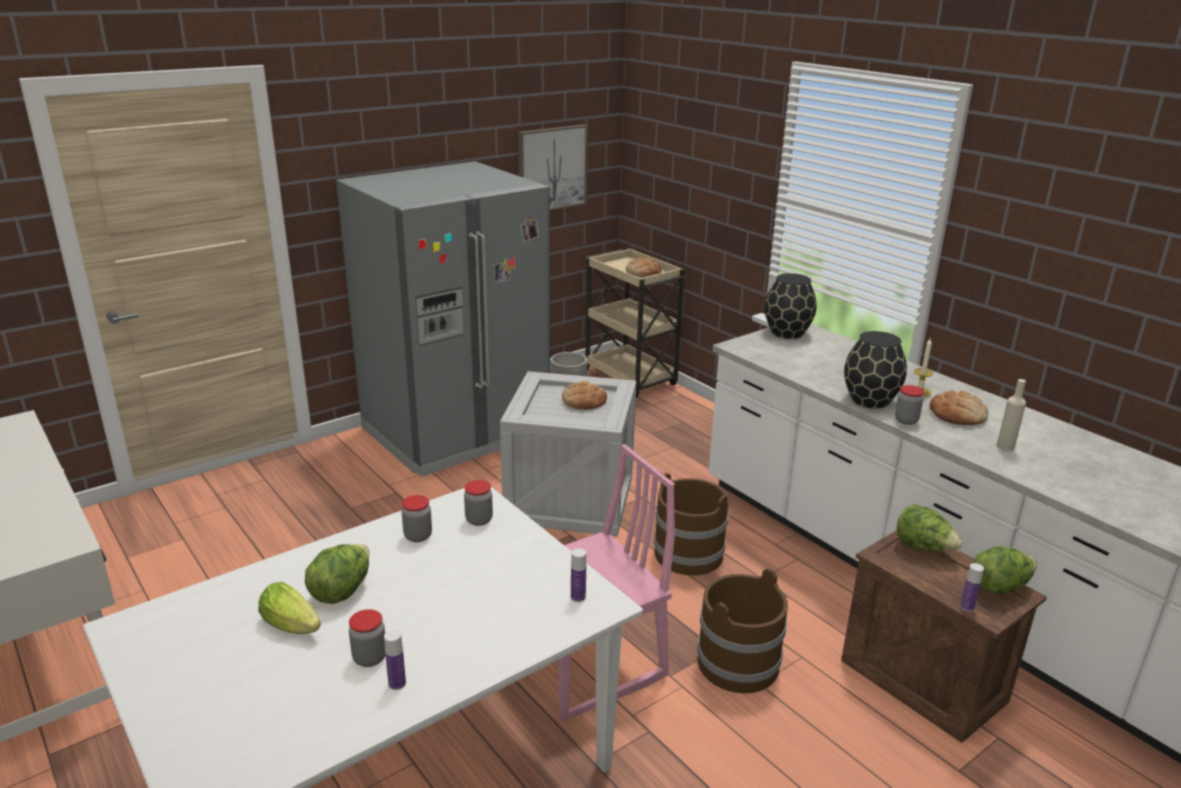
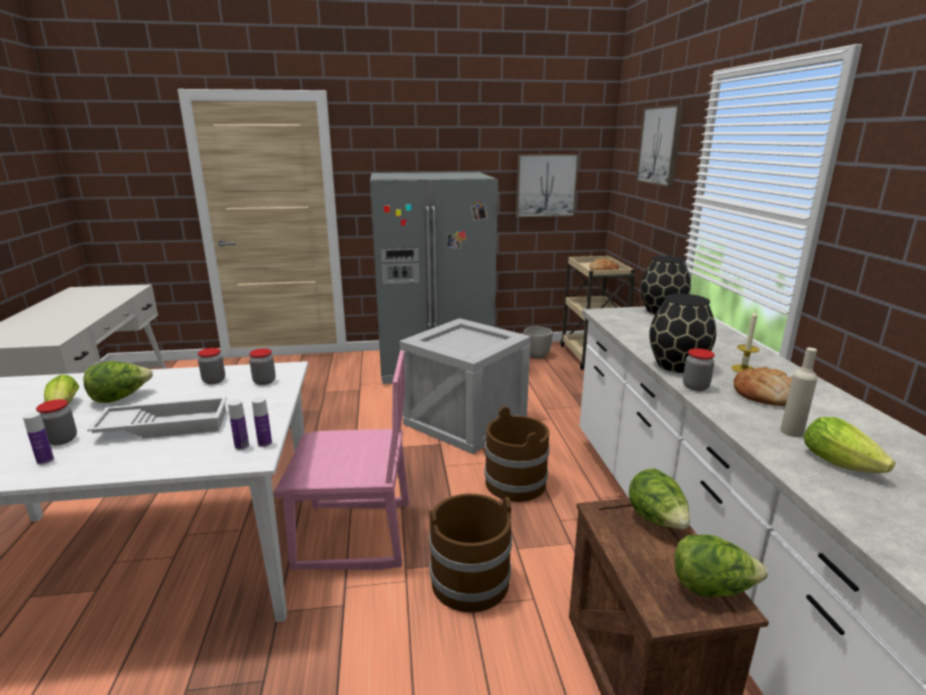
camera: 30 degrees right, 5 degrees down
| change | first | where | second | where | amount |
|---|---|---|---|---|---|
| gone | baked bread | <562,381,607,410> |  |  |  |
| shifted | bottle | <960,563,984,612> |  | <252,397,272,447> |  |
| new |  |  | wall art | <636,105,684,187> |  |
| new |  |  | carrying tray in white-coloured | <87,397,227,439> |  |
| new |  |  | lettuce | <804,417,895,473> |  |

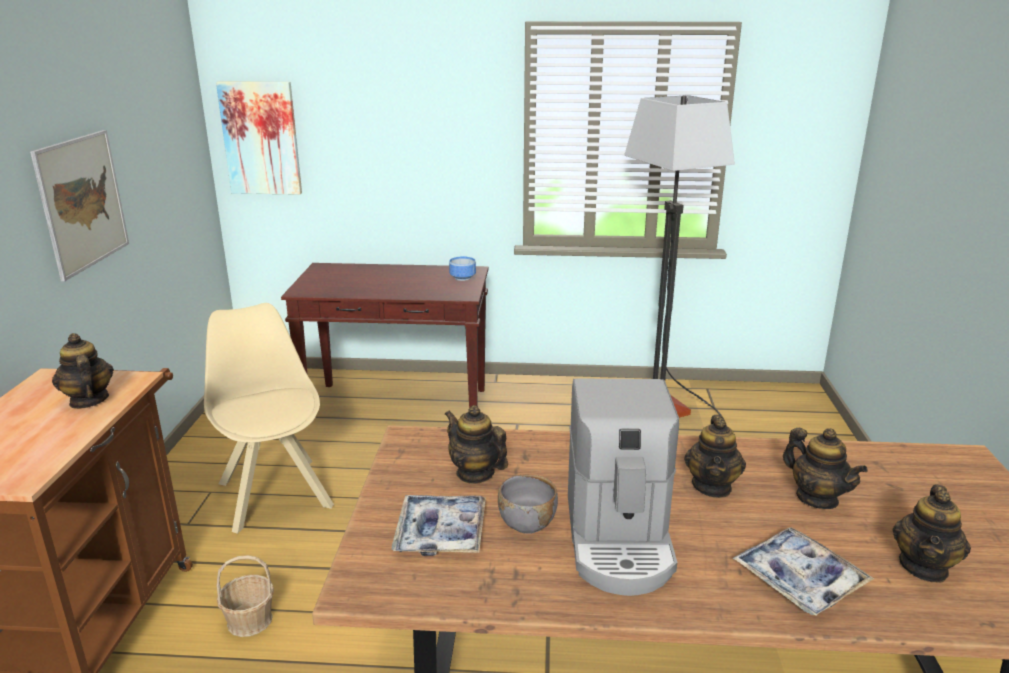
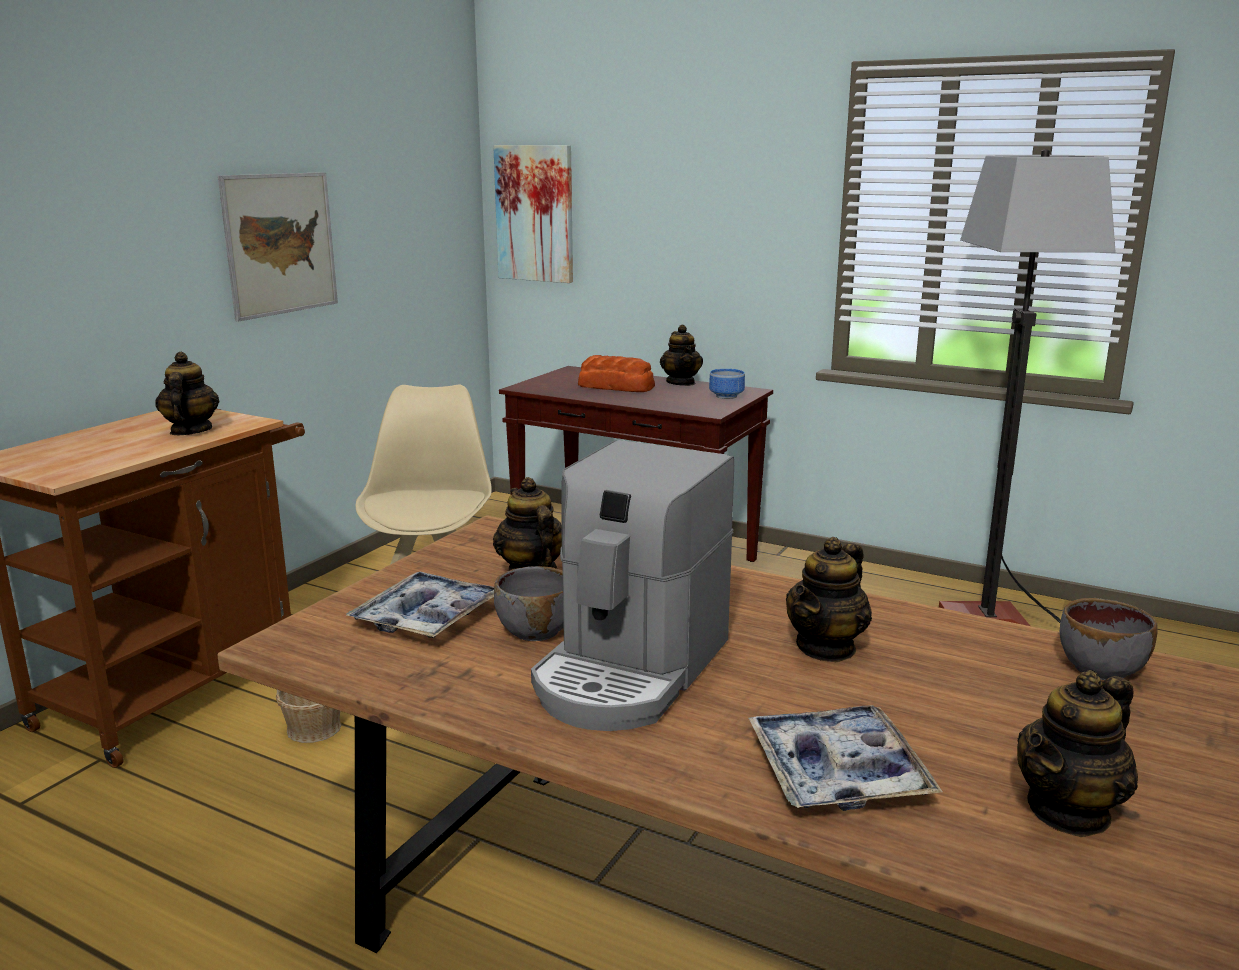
camera: 25 degrees right, 5 degrees down
| change | first | where | second | where | amount |
|---|---|---|---|---|---|
| shifted | pot for tea | <783,428,868,509> |  | <660,325,703,386> |  |
| new |  |  | baked bread | <578,355,655,392> |  |
| new |  |  | serving bowl in gray | <1060,598,1158,680> |  |

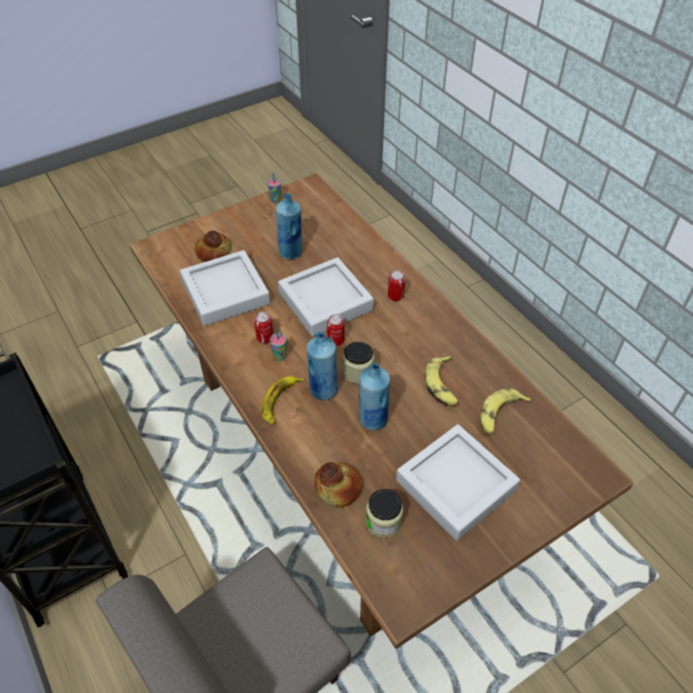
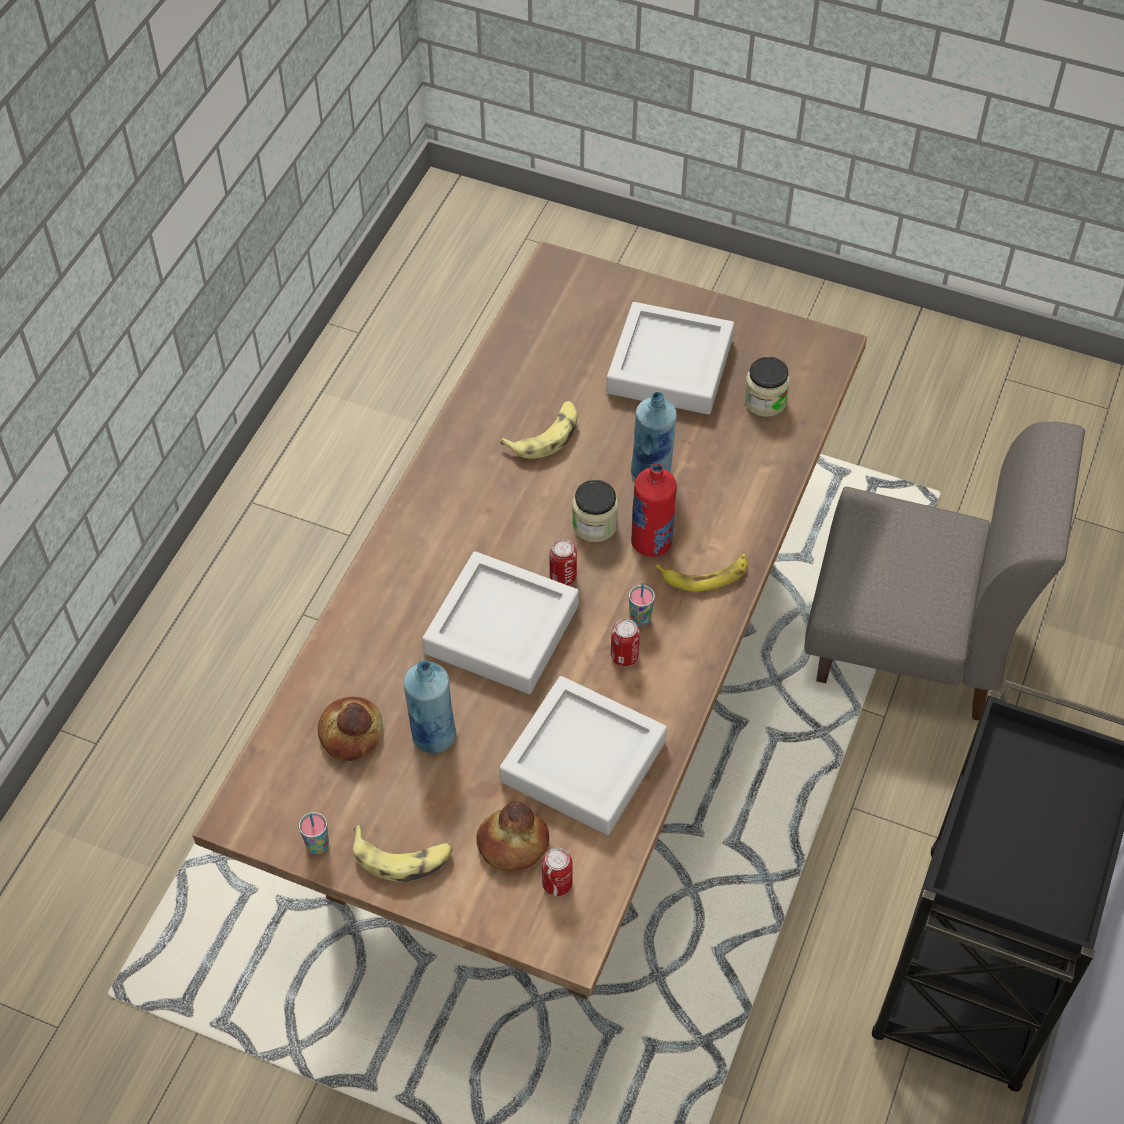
camera: 125 degrees left, 5 degrees up
| change | first | where | second | where | amount |
|---|---|---|---|---|---|
| shifted | can | <388,270,405,301> |  | <542,848,573,896> |  |
| repainted | bottle in bluish | <307,332,339,400> | bottle in red-coloured | <631,463,677,557> |  |
| shifted | whole banana | <480,388,531,436> |  | <353,824,453,882> |  |
| shifted | baked bread | <314,462,362,507> |  | <318,697,383,761> |  |

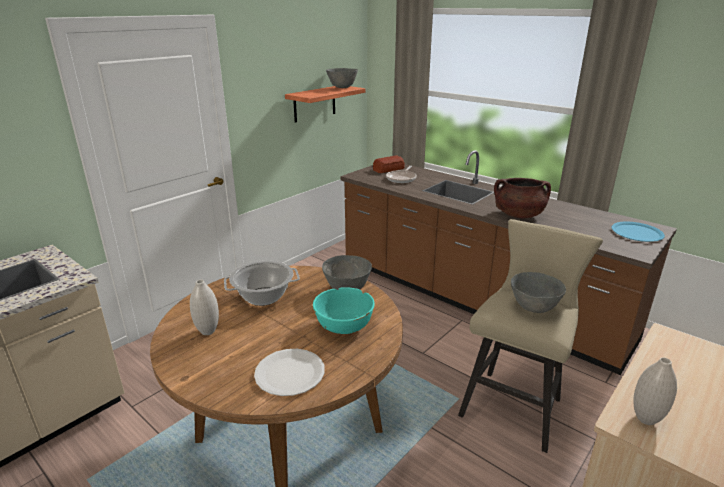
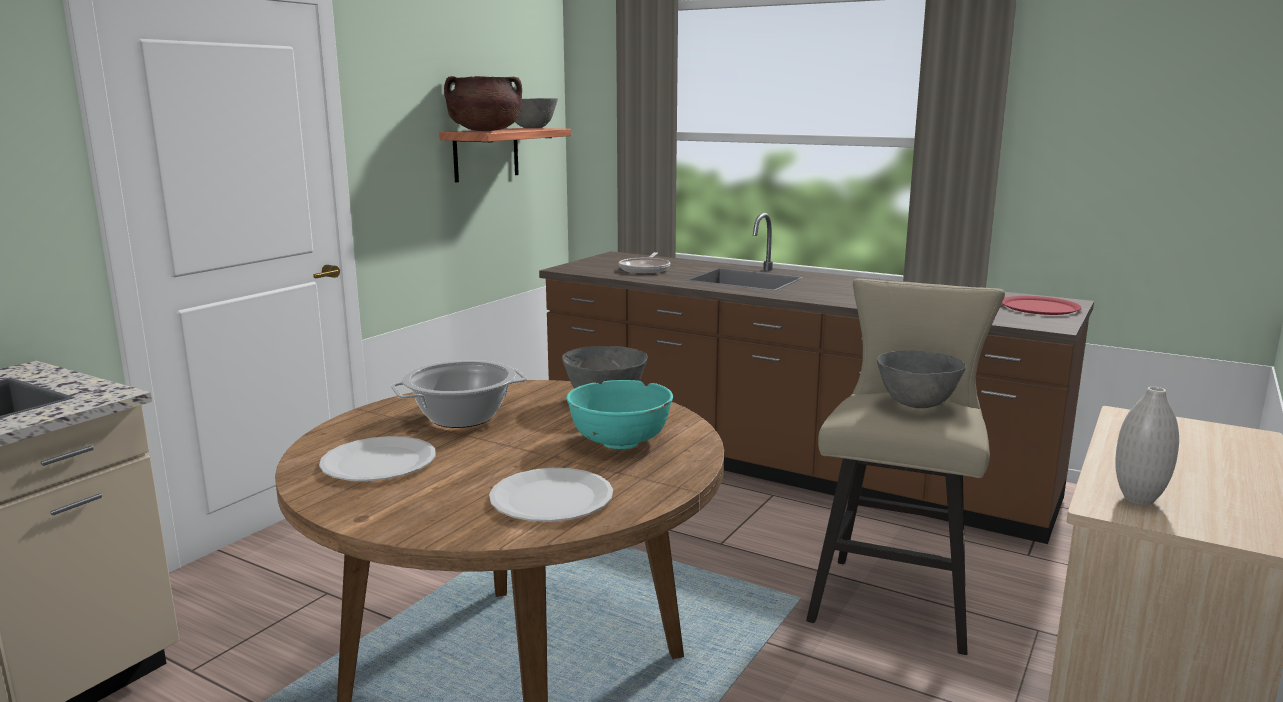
camera: 10 degrees left, 10 degrees down
| change | first | where | second | where | amount |
|---|---|---|---|---|---|
| gone | baked bread | <373,155,405,173> |  |  |  |
| shifted | stockpot in brownish | <494,178,551,218> |  | <444,76,522,131> |  |
| repainted | plate in bluish | <612,222,665,242> | plate in red-coloured | <1002,296,1081,315> |  |
| swapped | flower vase in white-coloured | <190,280,219,335> | plate in white-coloured | <319,436,436,481> |  |

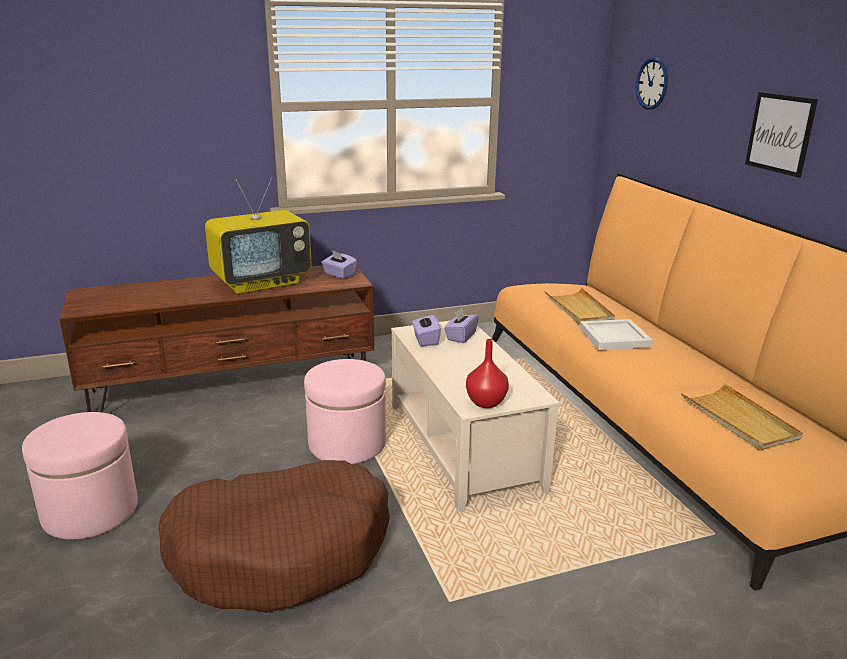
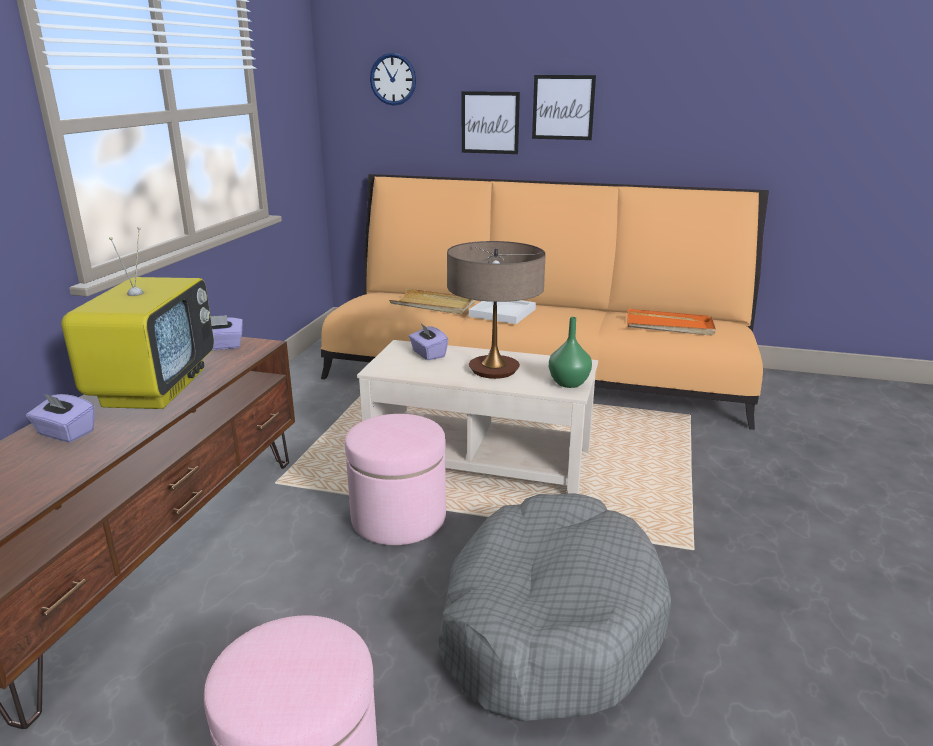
camera: 55 degrees left, 0 degrees up
| change | first | where | second | where | amount |
|---|---|---|---|---|---|
| shifted | tissue box in purple-coloured | <412,313,441,346> |  | <26,393,95,442> |  |
| repainted | flower vase in red-coloured | <466,339,509,408> | flower vase in green-coloured | <549,317,592,388> |  |
| repainted | carrying tray in sand-coloured | <681,383,803,450> | carrying tray in orangey | <627,309,716,336> |  |
| repainted | dog bed in brownish | <158,460,390,613> | dog bed in gray | <438,493,671,722> |  |
| new |  |  | wall art | <462,91,520,154> |  |
| new |  |  | table lamp | <447,241,546,379> |  |

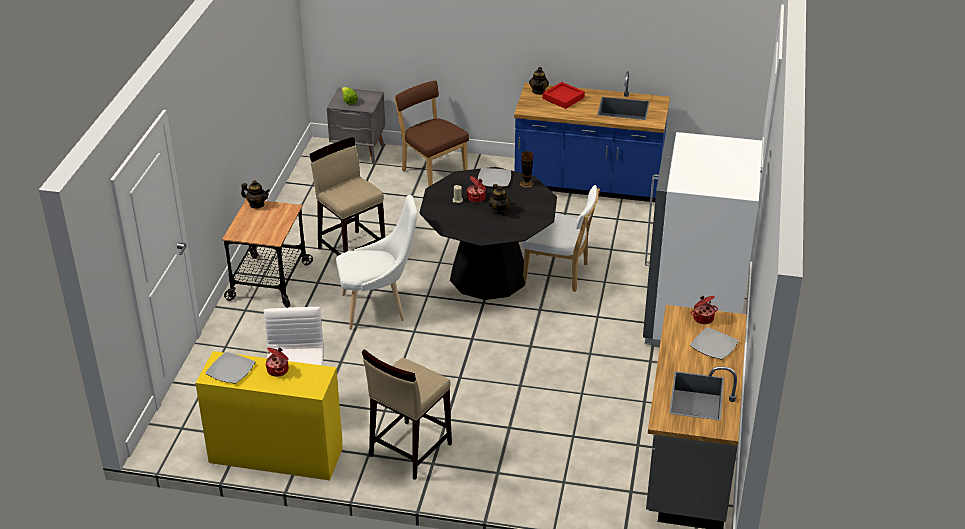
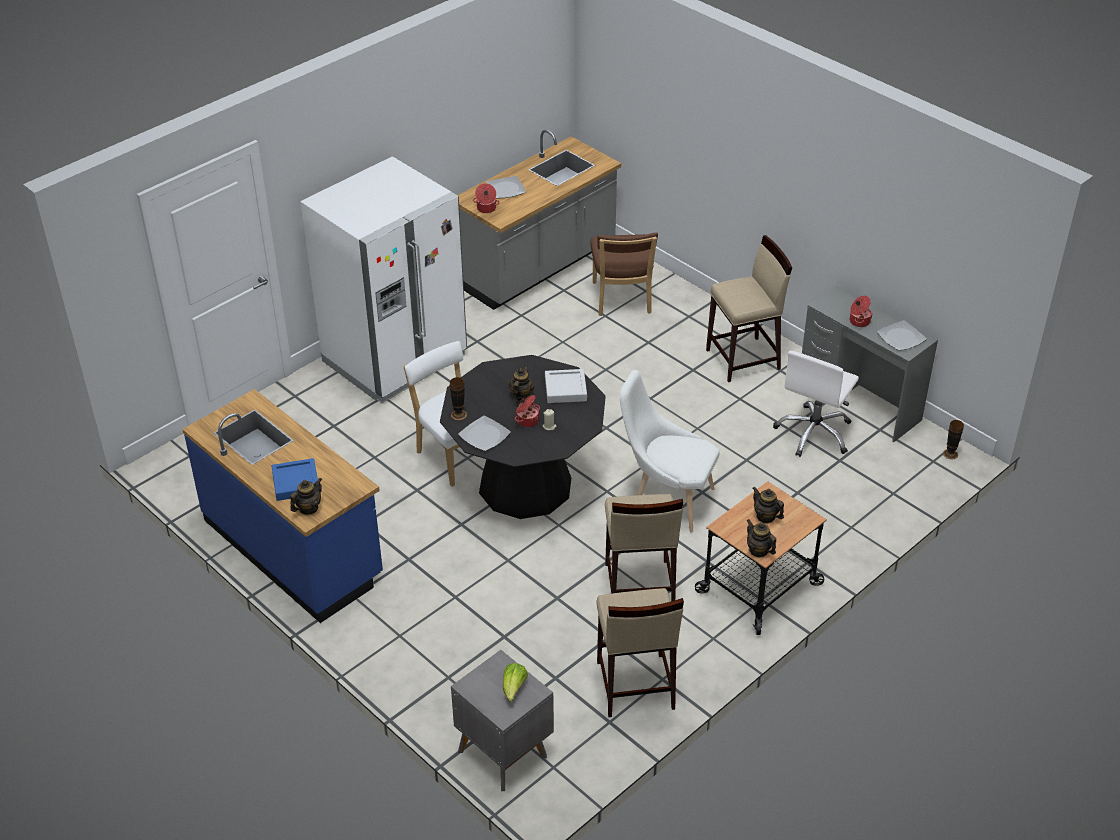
camera: 145 degrees left, 5 degrees up
| change | first | where | second | where | amount |
|---|---|---|---|---|---|
| shifted | plain chair in brownish | <394,81,469,187> |  | <590,232,658,316> |  |
| repainted | carrying tray in red-coloured | <543,82,585,109> | carrying tray in bluish | <272,458,318,501> |  |
| repainted | desk in yellow-coloured | <196,351,343,480> | desk in gray | <802,285,938,442> |  |
| new |  |  | carrying tray in gray | <545,369,587,403> |  |
| new |  |  | flower vase | <943,420,964,460> |  |
| new |  |  | pot for tea | <753,487,784,523> |  |
| new |  |  | stool seat in sand-coloured | <596,588,684,717> |  |

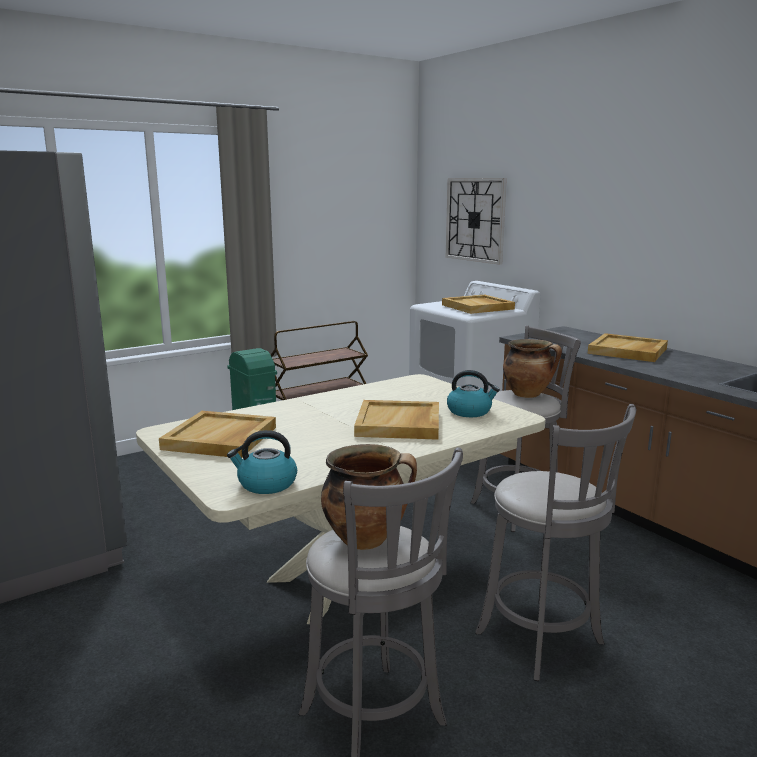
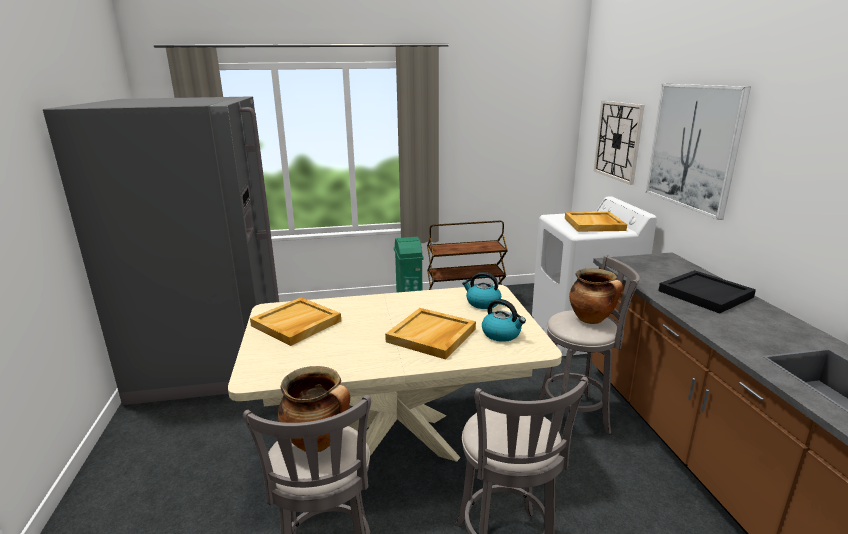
camera: 25 degrees right, 5 degrees up
| change | first | where | second | where | amount |
|---|---|---|---|---|---|
| repainted | carrying tray in sand-coloured | <588,333,668,362> | carrying tray in black | <658,270,756,314> |  |
| shifted | water kettle | <227,430,297,494> |  | <462,272,501,309> |  |
| new |  |  | wall art | <646,84,751,220> |  |

